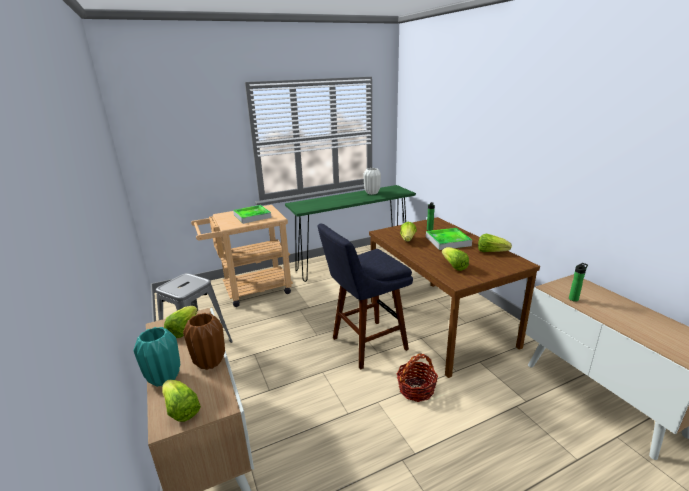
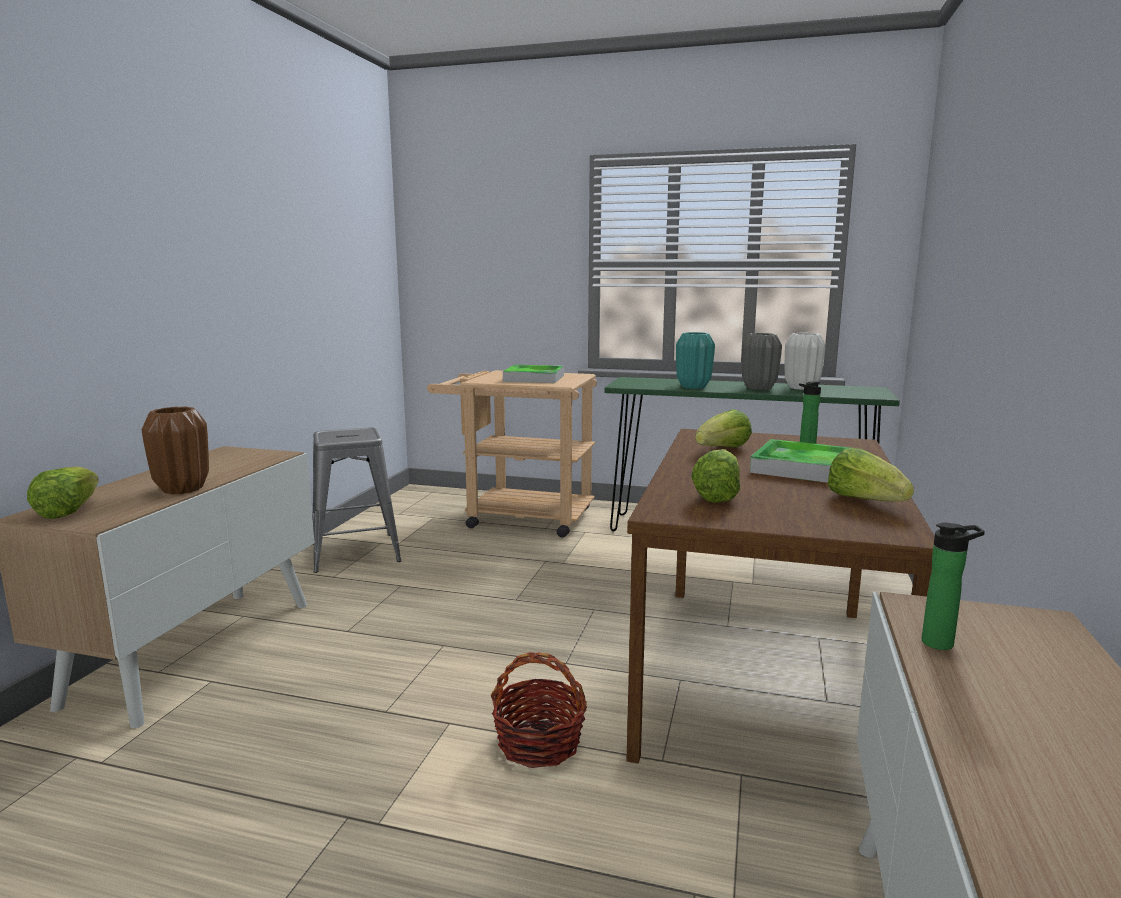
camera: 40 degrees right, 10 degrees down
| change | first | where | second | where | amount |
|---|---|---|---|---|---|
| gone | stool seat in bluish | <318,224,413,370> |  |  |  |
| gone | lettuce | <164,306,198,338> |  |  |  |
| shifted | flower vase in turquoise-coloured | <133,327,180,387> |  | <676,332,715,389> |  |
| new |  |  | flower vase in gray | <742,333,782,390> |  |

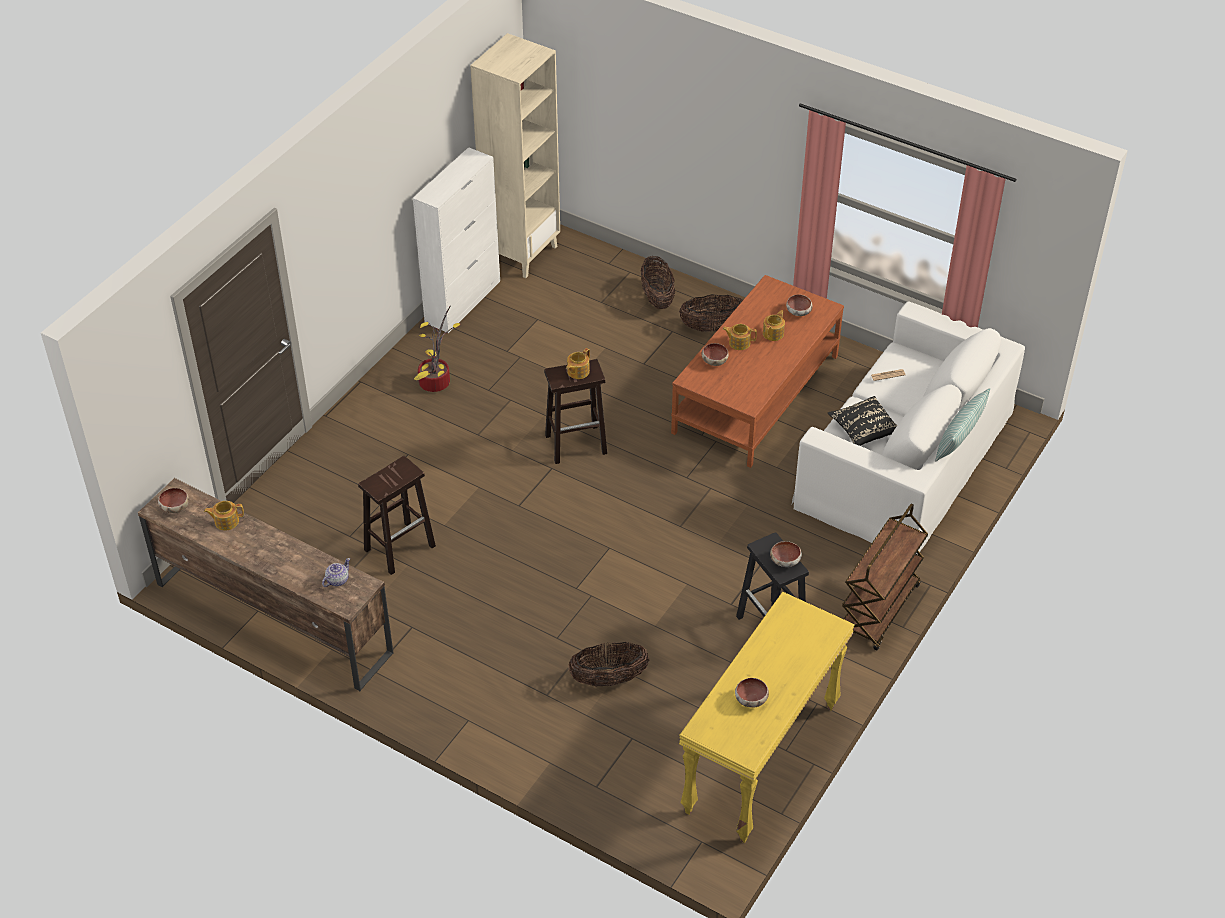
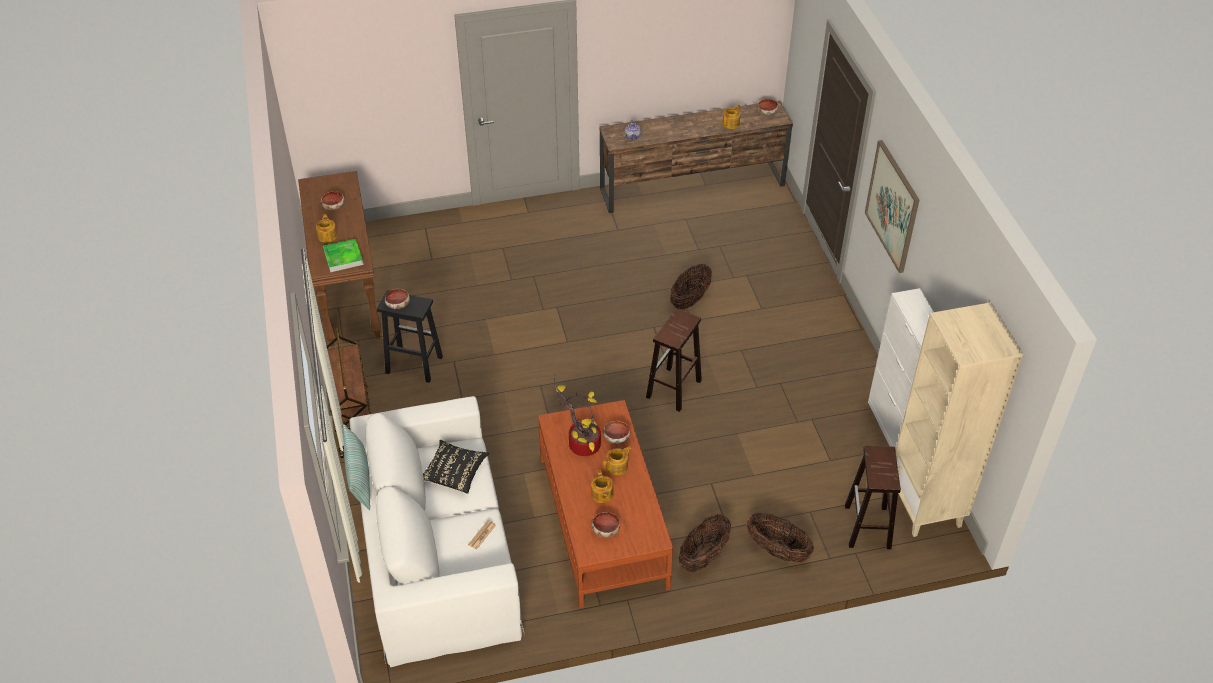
camera: 135 degrees right, 0 degrees up
| change | first | where | second | where | amount |
|---|---|---|---|---|---|
| shifted | plant in a pot | <414,305,460,392> |  | <554,374,601,456> |  |
| shifted | pot for tea | <566,348,590,379> |  | <316,214,337,243> |  |
| shifted | stool seat in brownish | <358,456,436,575> |  | <845,446,901,549> |  |
| repainted | hall table in yellow-coloured | <679,592,855,843> | hall table in brownish | <298,171,382,347> |  |
| shifted | basket | <568,642,649,687> |  | <670,264,712,309> |  |
| new |  |  | wall art | <865,140,919,273> |  |
| new |  |  | carrying tray | <323,239,364,272> |  |

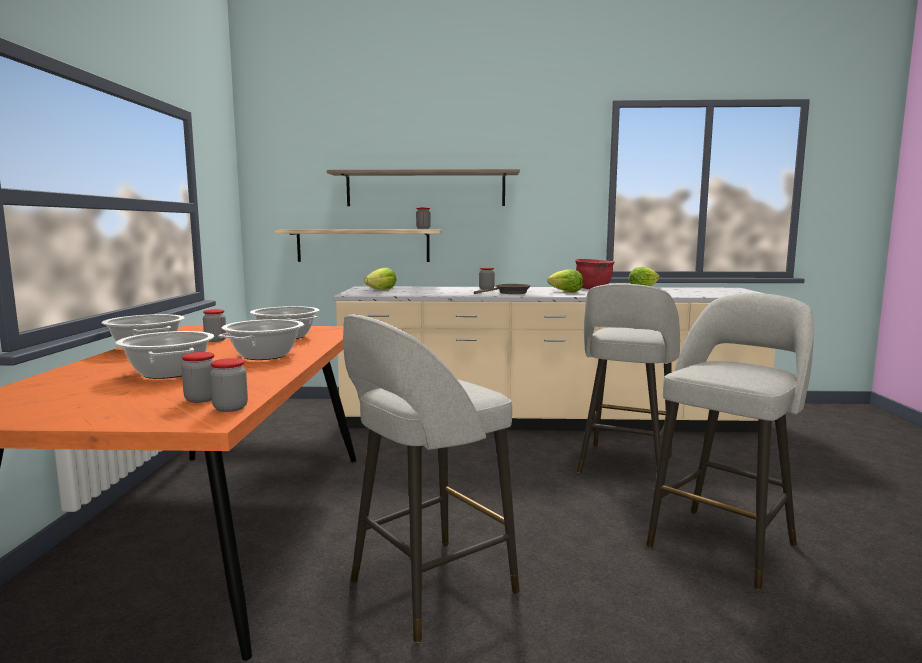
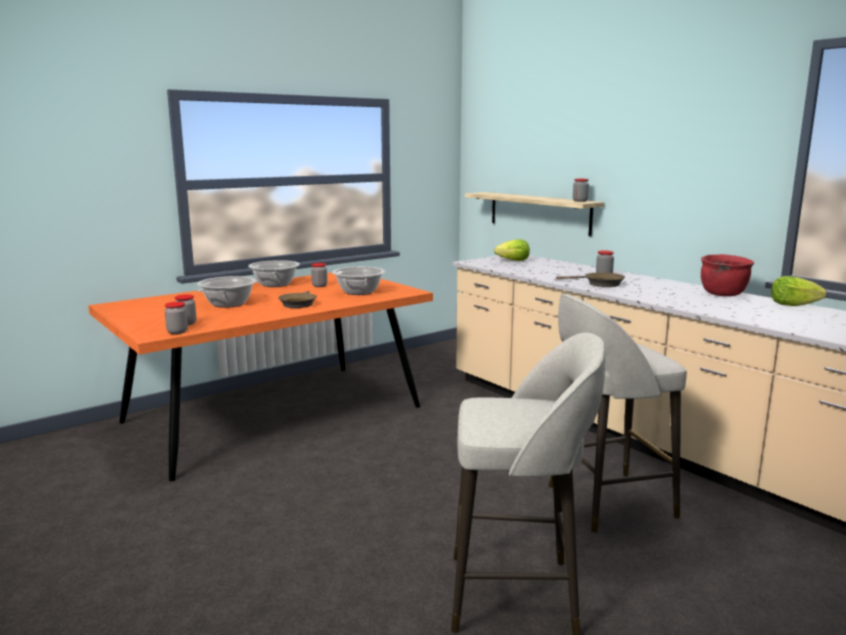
camera: 50 degrees right, 5 degrees up
| change | first | where | second | where | amount |
|---|---|---|---|---|---|
| gone | shelf | <327,169,520,206> |  |  |  |
| gone | lettuce | <547,269,583,292> |  |  |  |
| gone | stool seat in gray | <343,314,520,643> |  |  |  |
| swapped | stockpot | <218,319,305,360> | frying pan in brownish | <278,291,317,308> |  |

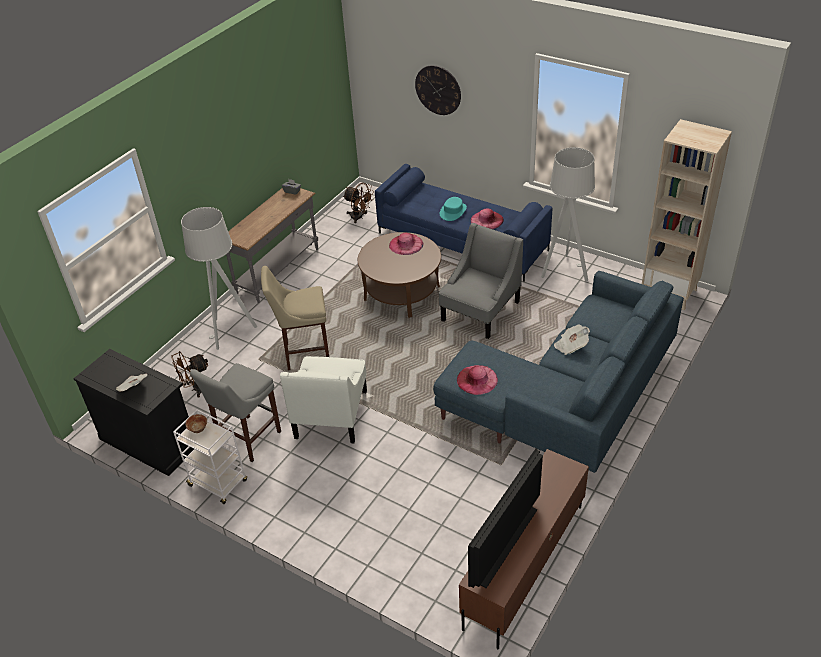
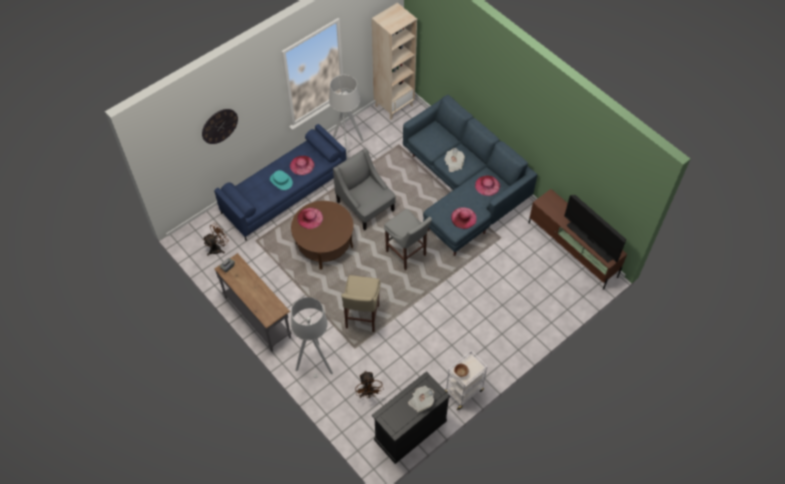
camera: 75 degrees left, 15 degrees up
| change | first | where | second | where | amount |
|---|---|---|---|---|---|
| gone | easy chair in white-coloured | <280,356,367,443> |  |  |  |
| shifted | stool seat in gray | <190,363,281,462> |  | <384,209,432,270> |  |
| new |  |  | hat in pink-coloured | <475,175,500,196> |  |

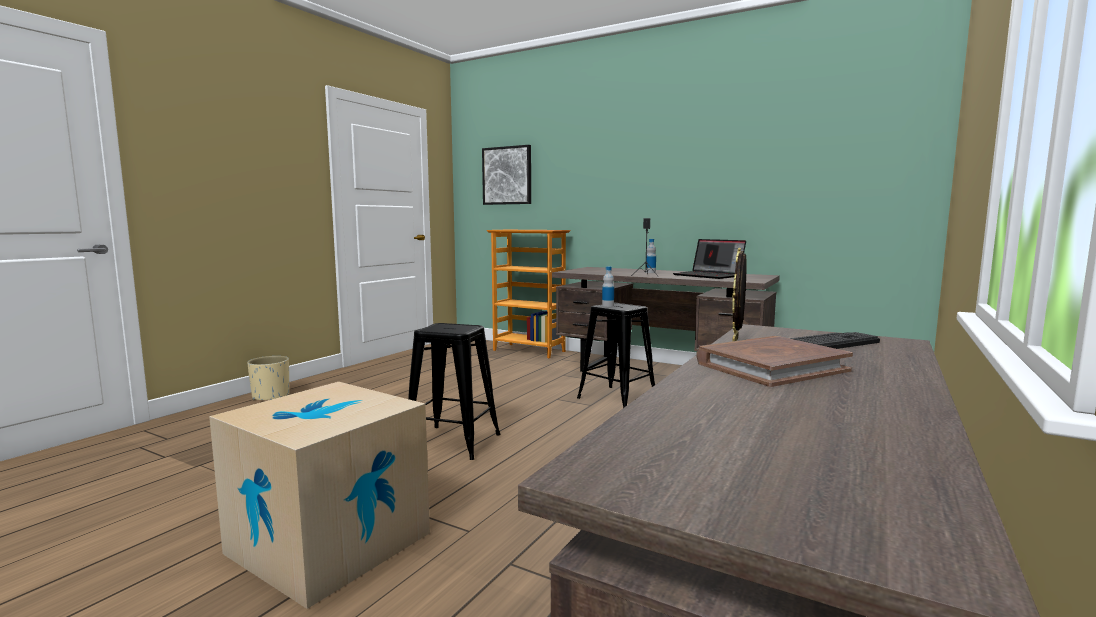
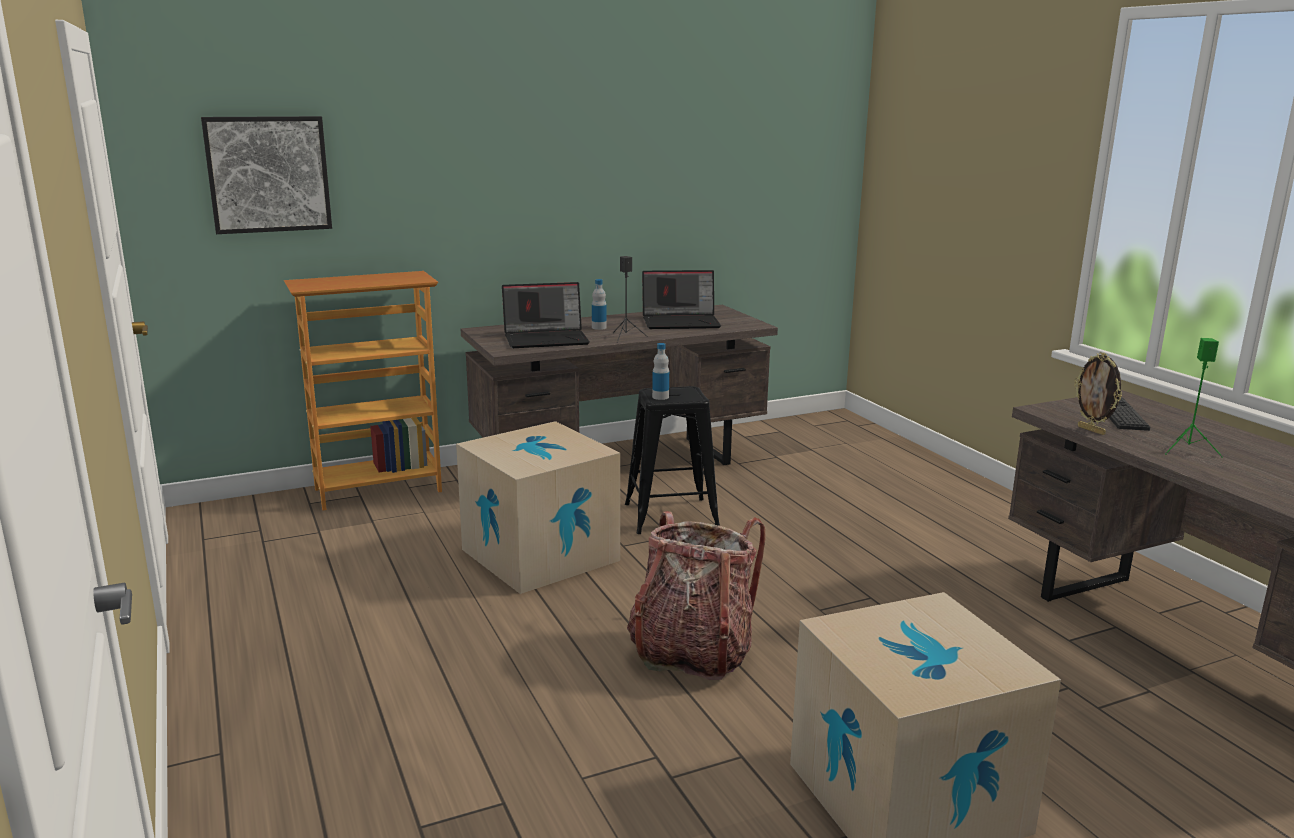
camera: 55 degrees left, 10 degrees up
| change | first | where | second | where | amount |
|---|---|---|---|---|---|
| swapped | stool seat in black | <408,323,501,460> | knapsack | <627,511,766,680> |  |
| swapped | bound book in brownish | <696,336,853,387> | speaker in green-coloured | <1165,338,1223,458> |  |
| gone | plant pot in sand-coloured | <247,356,290,400> |  |  |  |
| new |  |  | laptop | <502,282,590,348> |  |
| new |  |  | packing box | <456,421,620,594> |  |

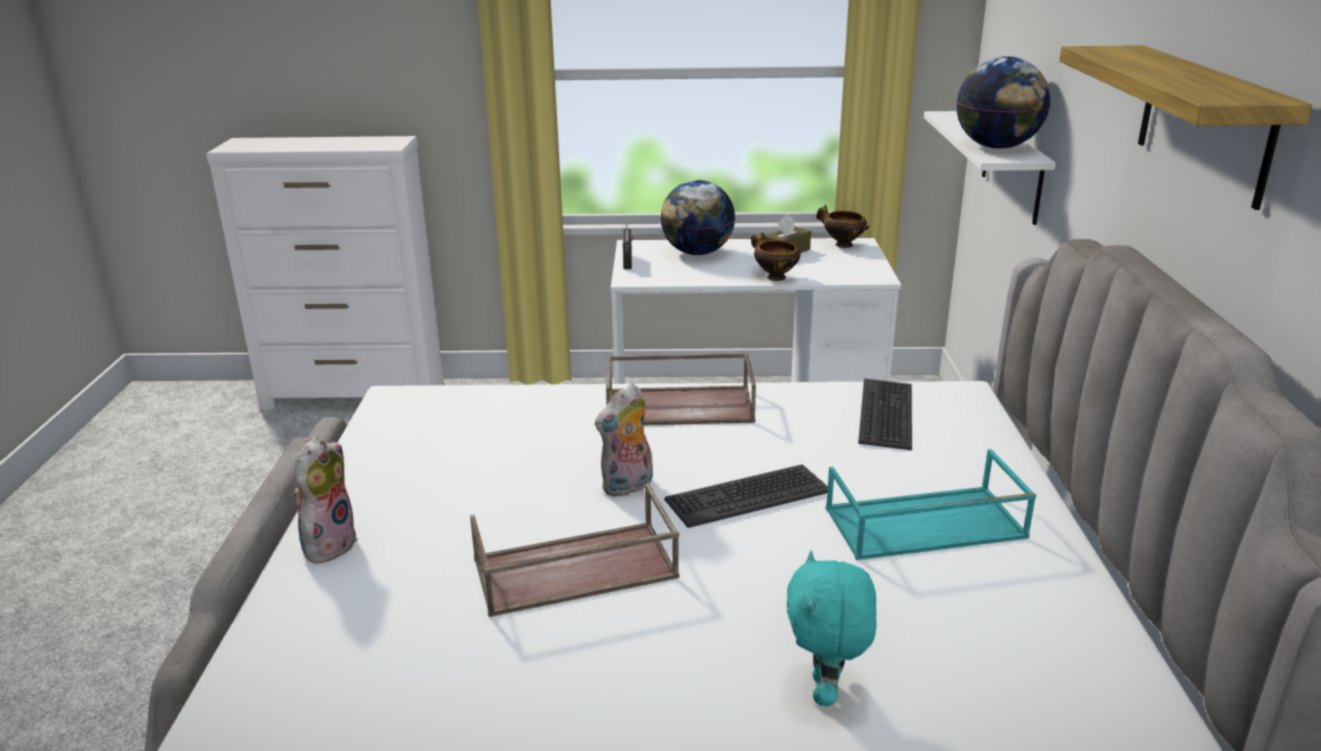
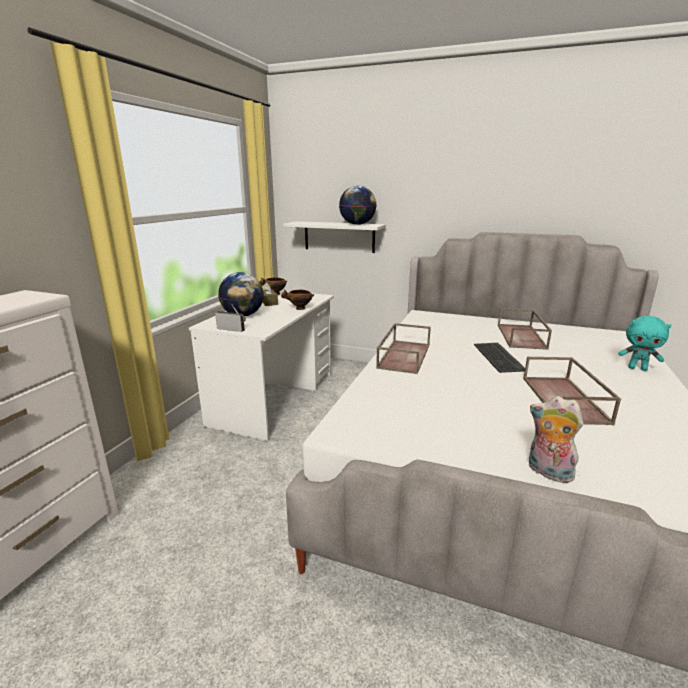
camera: 70 degrees left, 5 degrees down
| change | first | where | second | where | amount |
|---|---|---|---|---|---|
| gone | shelf | <1059,45,1312,210> |  |  |  |
| gone | PC keyboard | <858,378,912,450> |  |  |  |
| gone | cuddly toy | <595,384,653,497> |  |  |  |
| repainted | carrying tray in turquoise-coloured | <826,449,1036,560> | carrying tray in brownish | <498,308,552,350> |  |

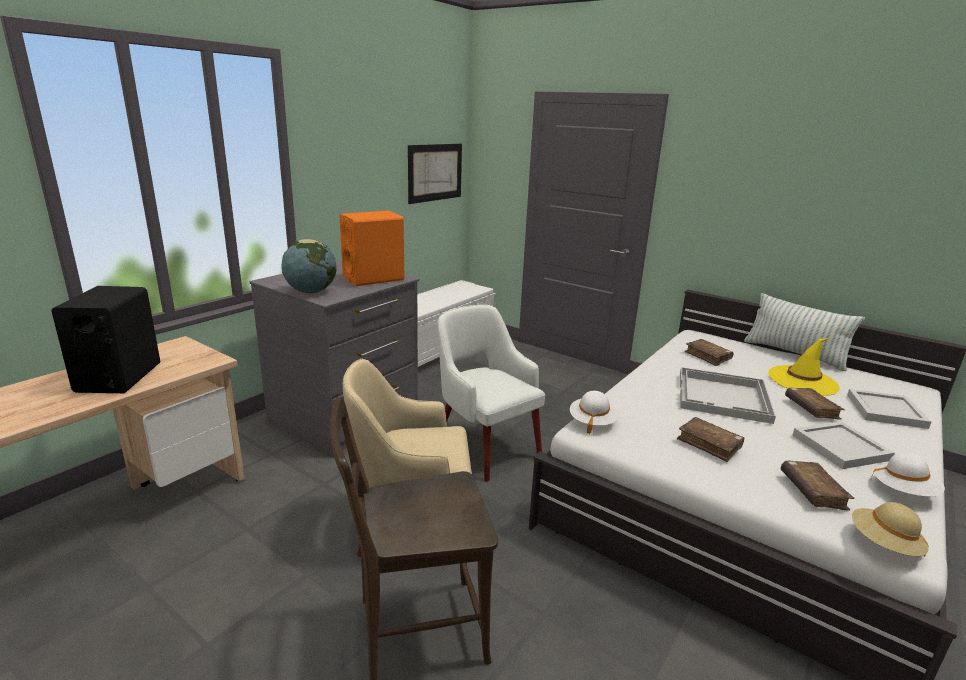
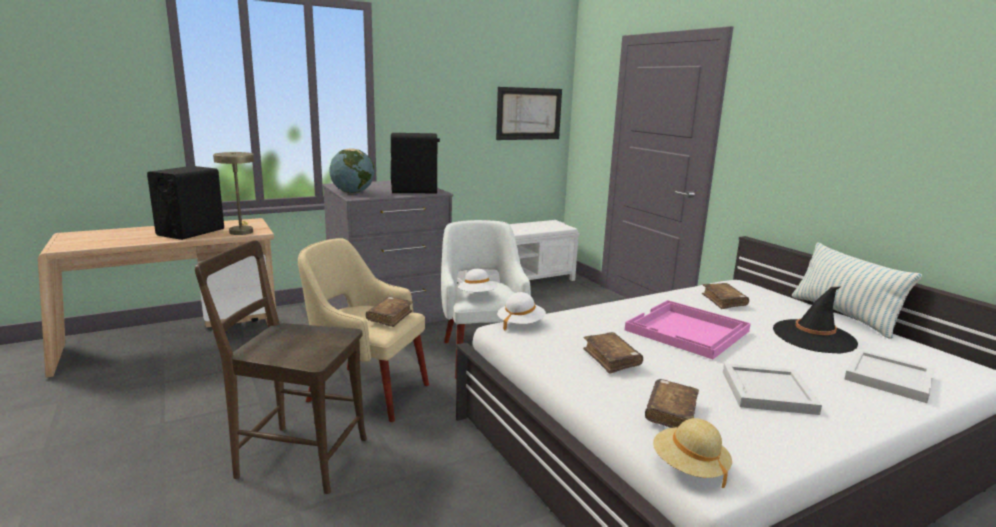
camera: 25 degrees right, 5 degrees down
| change | first | where | second | where | amount |
|---|---|---|---|---|---|
| repainted | speaker in orangey | <339,211,404,286> | speaker in black | <391,133,440,193> |  |
| repainted | hat in yellow-coloured | <768,338,840,396> | hat in black | <773,287,858,353> |  |
| repainted | carrying tray in white-coloured | <680,367,776,424> | carrying tray in pink-coloured | <625,300,751,359> |  |
| shifted | bound book in brownish | <785,388,845,420> |  | <366,297,413,327> |  |
| shifted | hat in white-coloured | <871,453,945,497> |  | <458,269,498,292> |  |
| new |  |  | table lamp in sand-coloured | <213,152,254,235> |  |

